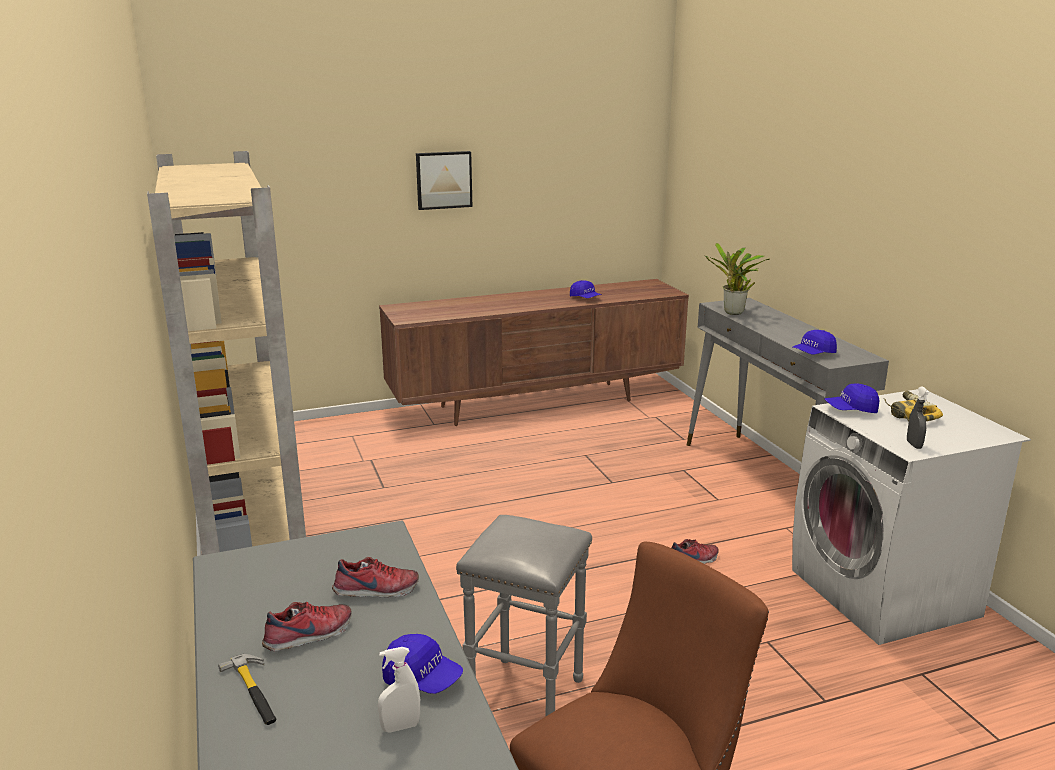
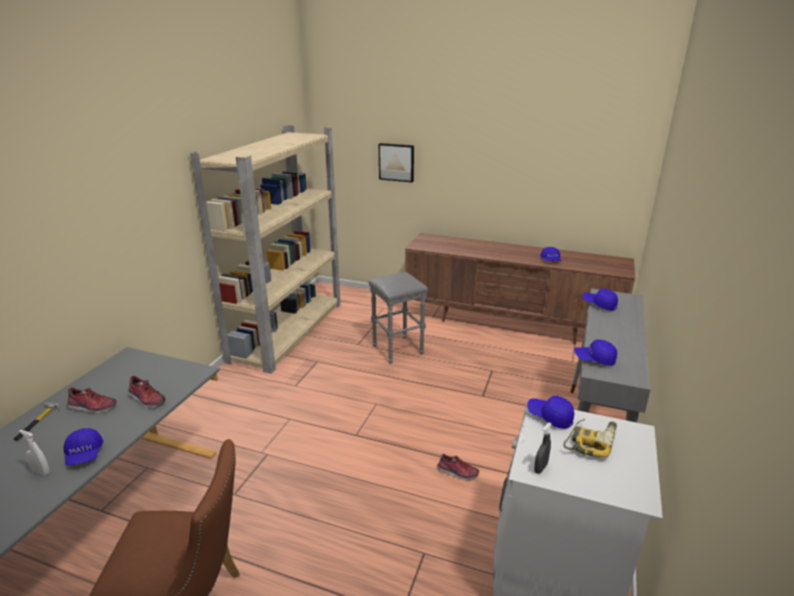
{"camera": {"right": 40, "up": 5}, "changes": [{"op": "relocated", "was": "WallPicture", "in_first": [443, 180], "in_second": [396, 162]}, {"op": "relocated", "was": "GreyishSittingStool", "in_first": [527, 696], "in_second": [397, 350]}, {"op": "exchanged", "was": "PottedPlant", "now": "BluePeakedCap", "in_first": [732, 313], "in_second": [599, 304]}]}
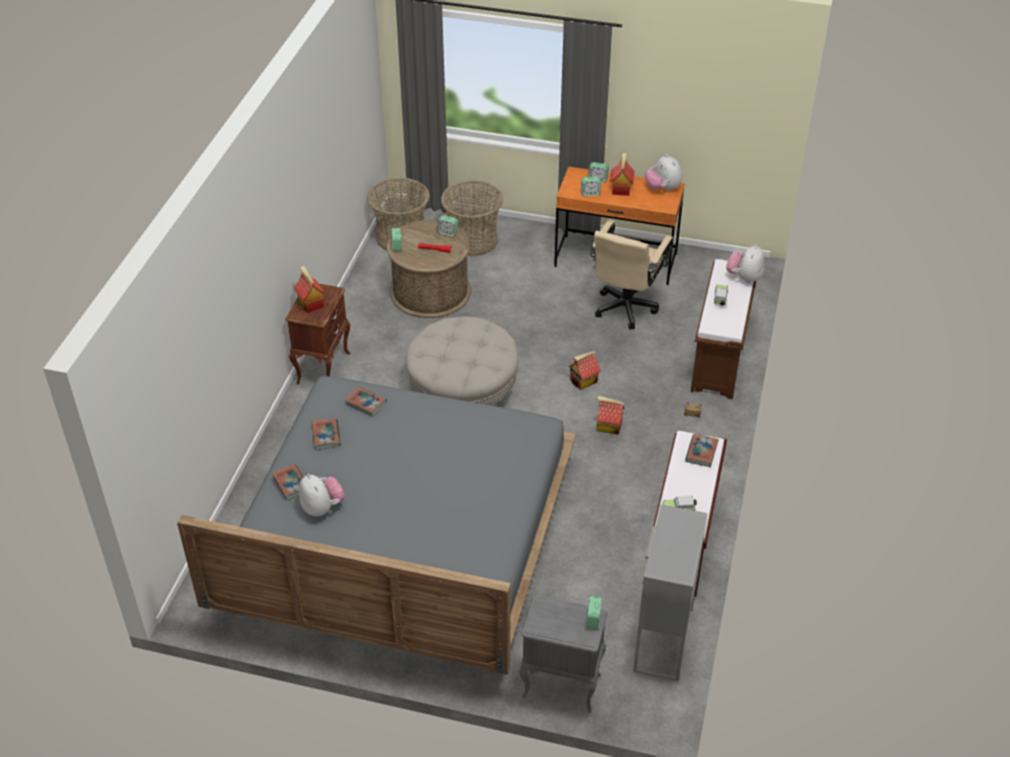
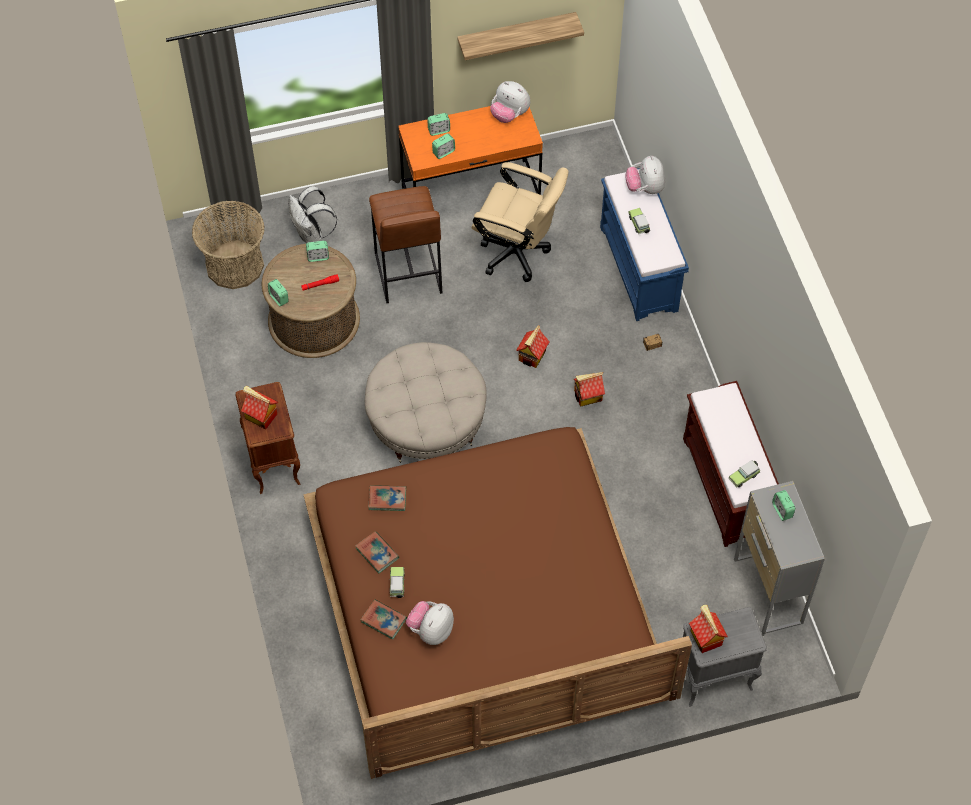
{"camera": {"right": -30, "up": 15}, "changes": [{"op": "colour", "was": "GreyishBedroomBed", "now": "BrownBedroomBed", "in_first": [402, 539], "in_second": [483, 610]}, {"op": "spun", "was": "CuddlyToy", "in_first": [322, 508], "in_second": [431, 630], "clockwise": -90}, {"op": "exchanged", "was": "StorageBasket", "now": "WhitishBackpack", "in_first": [473, 240], "in_second": [311, 235]}, {"op": "relocated", "was": "AlarmClock", "in_first": [593, 619], "in_second": [782, 510]}, {"op": "spun", "was": "BeigeColouredComputerChair", "in_first": [624, 311], "in_second": [519, 255], "clockwise": -60}, {"op": "relocated", "was": "MiniatureHouse", "in_first": [621, 188], "in_second": [705, 638]}, {"op": "missing", "was": "Book", "in_first": [701, 452]}, {"op": "colour", "was": "BrownIndoorBench", "now": "BlueIndoorBench", "in_first": [720, 358], "in_second": [639, 269]}, {"op": "appeared", "now": "BrownSittingStool", "in_second": [408, 274]}, {"op": "appeared", "now": "MiniatureCar", "in_second": [397, 585]}, {"op": "appeared", "now": "Shelf", "in_second": [516, 34]}]}
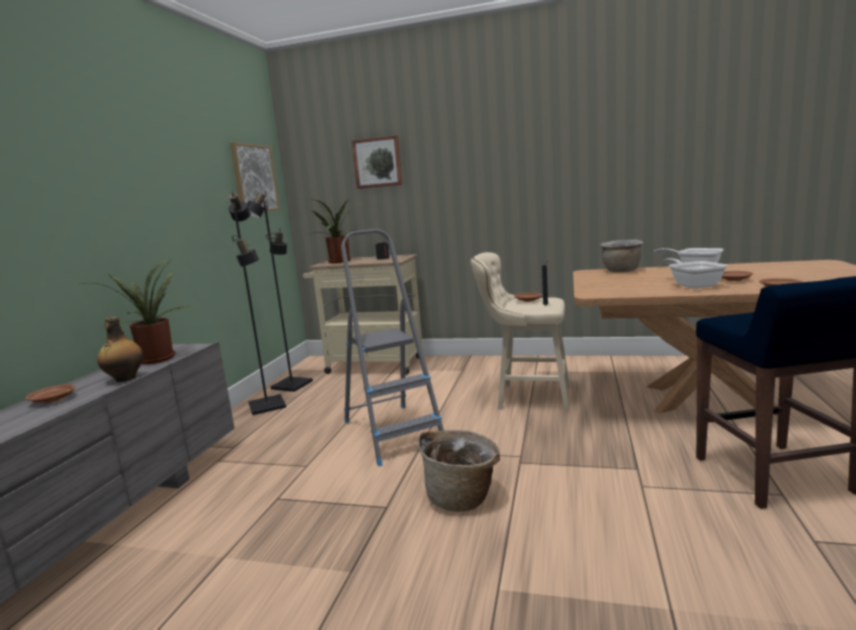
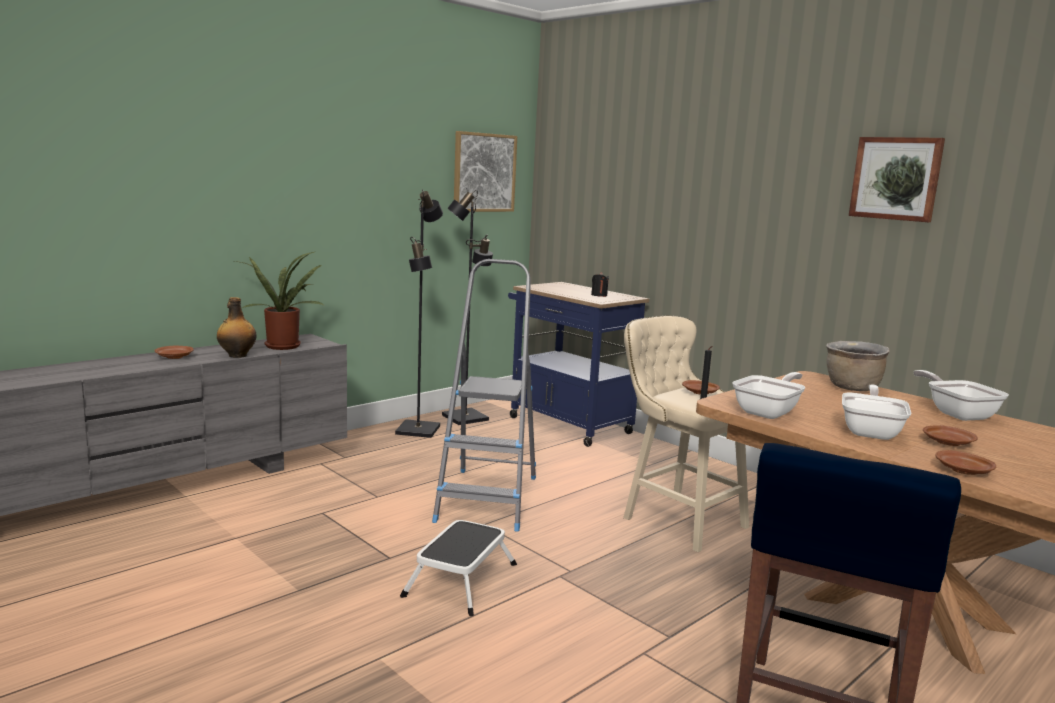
{"camera": {"right": 30, "up": 0}, "changes": [{"op": "colour", "was": "BeigeColouredWheeledCart", "now": "BlueWheeledCart", "in_first": [372, 365], "in_second": [567, 424]}, {"op": "missing", "was": "PottedPlant", "in_first": [339, 262]}, {"op": "relocated", "was": "WallPicture", "in_first": [378, 162], "in_second": [896, 178]}, {"op": "exchanged", "was": "StorageBasket", "now": "BlackStepladder", "in_first": [462, 497], "in_second": [460, 579]}, {"op": "appeared", "now": "FryingPan", "in_second": [769, 412]}]}
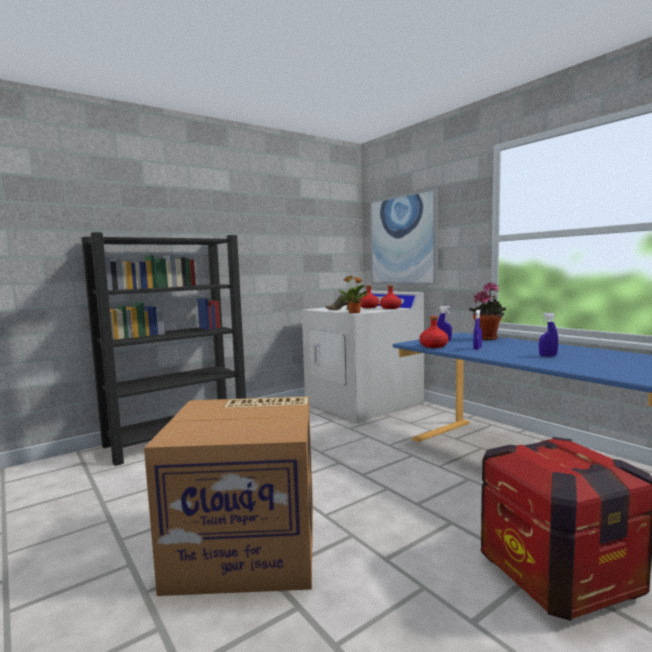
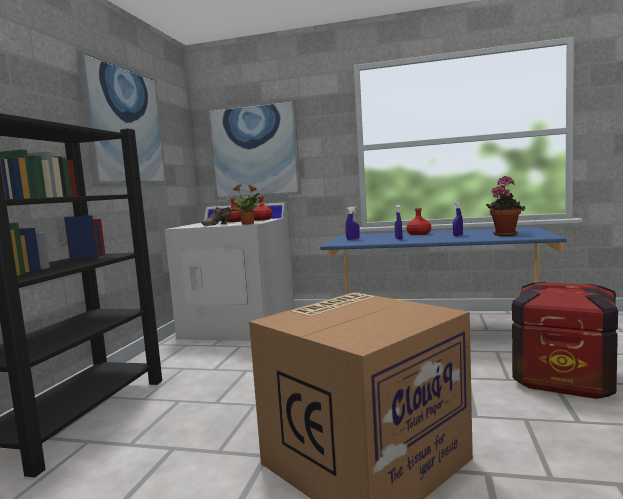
{"camera": {"right": -40, "up": 0}, "changes": [{"op": "relocated", "was": "ReddishBottle", "in_first": [433, 346], "in_second": [418, 234]}, {"op": "relocated", "was": "PottedPlant", "in_first": [488, 338], "in_second": [505, 234]}, {"op": "appeared", "now": "WallPicture", "in_second": [125, 126]}]}
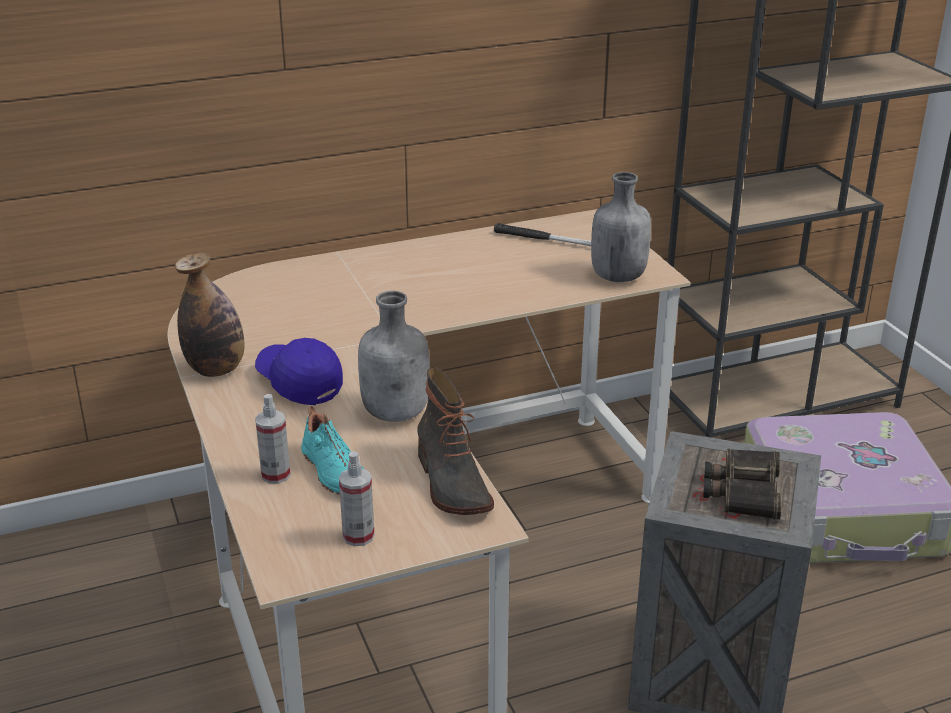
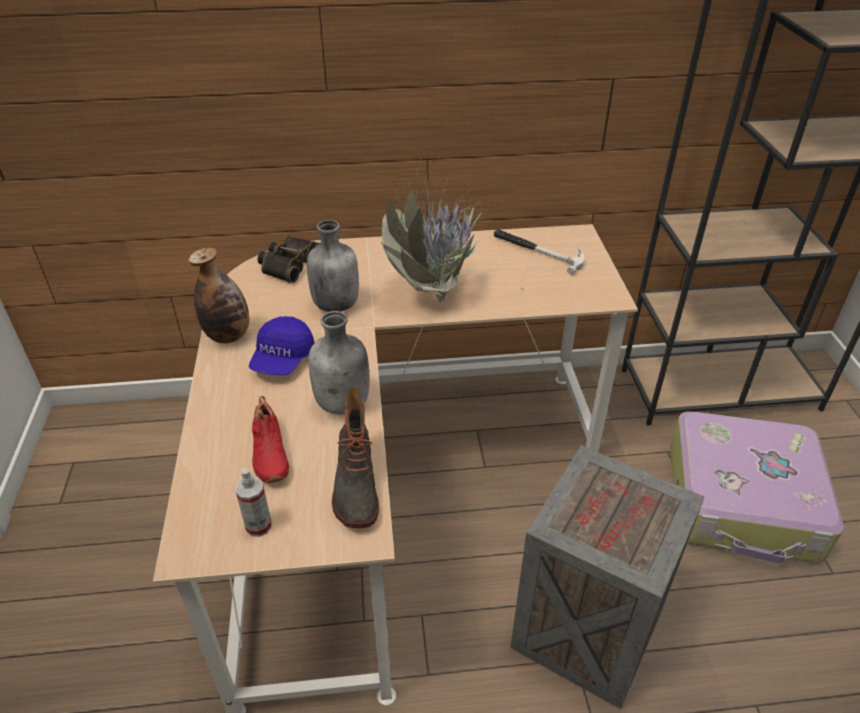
{"camera": {"right": 15, "up": 10}, "changes": [{"op": "spun", "was": "BluePeakedCap", "in_first": [299, 383], "in_second": [282, 359], "clockwise": -135}, {"op": "missing", "was": "Sprayer", "in_first": [275, 475]}, {"op": "colour", "was": "BlueGreenItemOfFootwear", "now": "ReddishItemOfFootwear", "in_first": [332, 472], "in_second": [268, 454]}, {"op": "relocated", "was": "GreyishBottle", "in_first": [617, 276], "in_second": [336, 304]}, {"op": "relocated", "was": "Binoculars", "in_first": [742, 491], "in_second": [289, 264]}, {"op": "appeared", "now": "PottedPlant", "in_second": [435, 294]}]}
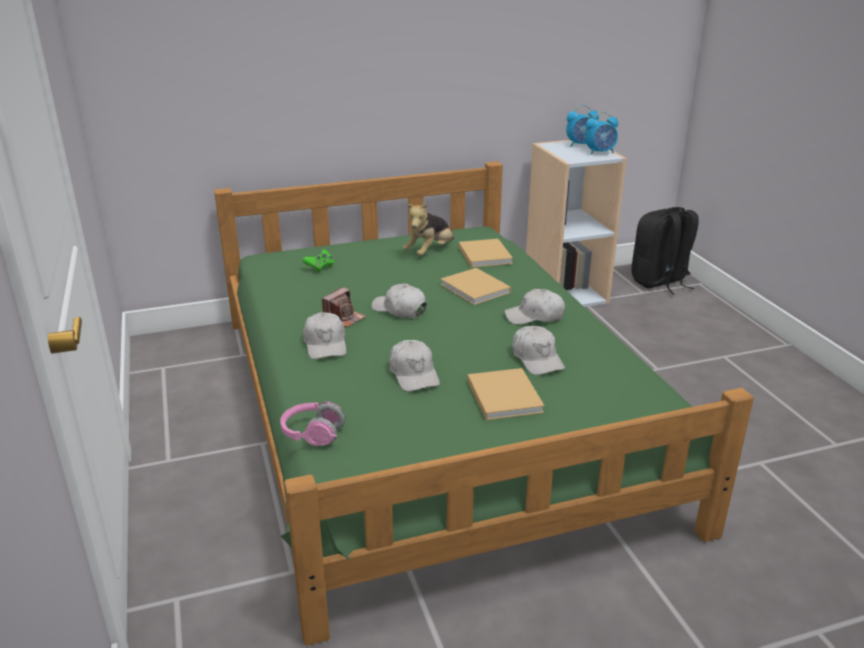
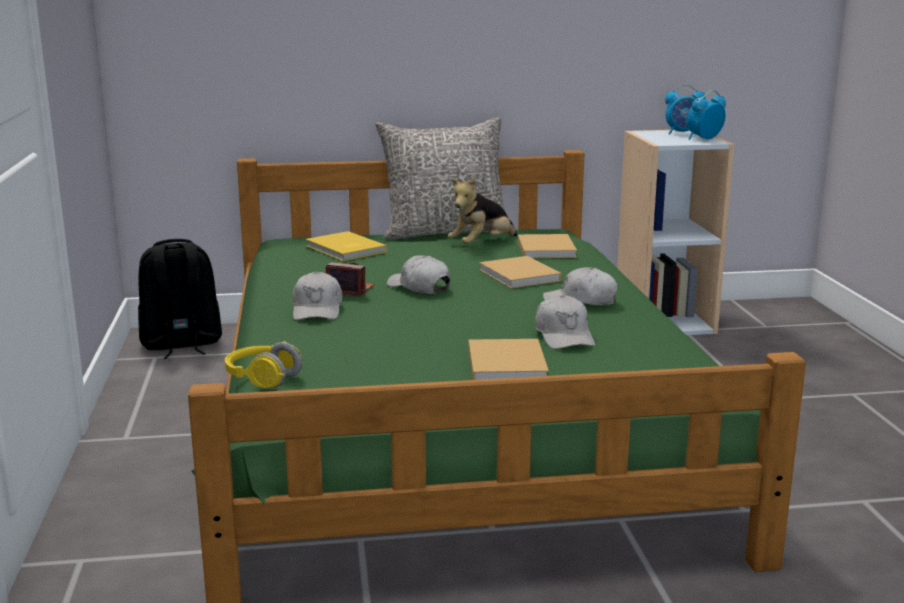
{"camera": {"right": 10, "up": -10}, "changes": [{"op": "colour", "was": "PinkishHeadphones", "now": "YellowColouredHeadphones", "in_first": [313, 434], "in_second": [263, 379]}, {"op": "exchanged", "was": "GreenColouredGameController", "now": "YellowColouredBook", "in_first": [320, 267], "in_second": [344, 249]}, {"op": "spun", "was": "PhotoCamera", "in_first": [344, 318], "in_second": [350, 290], "clockwise": -120}, {"op": "missing", "was": "WhitishPeakedCap", "in_first": [414, 374]}, {"op": "spun", "was": "AlarmClock", "in_first": [600, 153], "in_second": [703, 139], "clockwise": 150}, {"op": "relocated", "was": "BlackBackpack", "in_first": [660, 282], "in_second": [181, 345]}, {"op": "appeared", "now": "GreyishPillow", "in_second": [445, 231]}]}
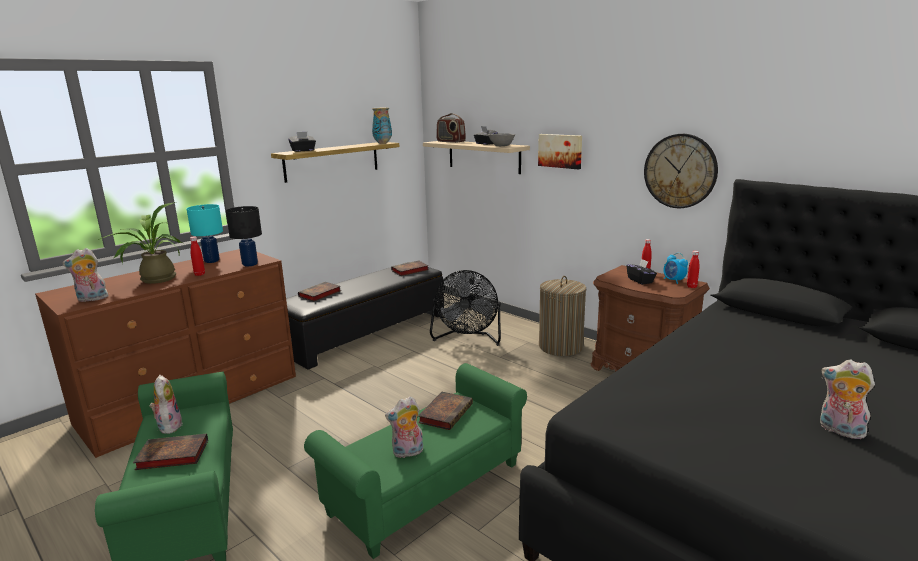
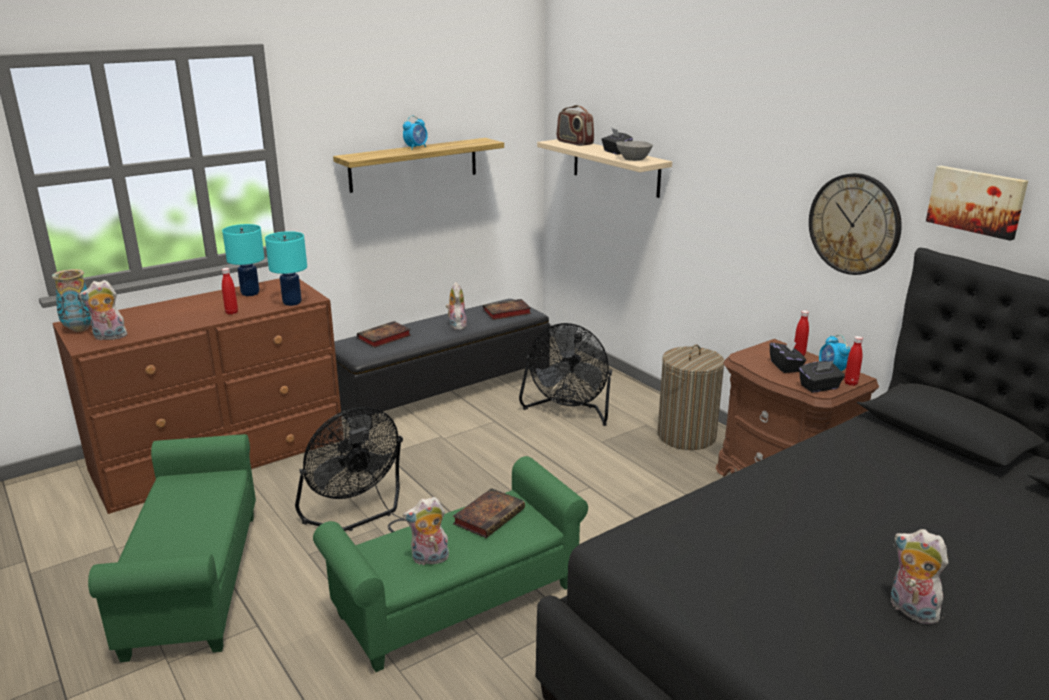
{"camera": {"right": 10, "up": 5}, "changes": [{"op": "missing", "was": "PottedPlant", "in_first": [153, 280]}, {"op": "missing", "was": "Book", "in_first": [170, 455]}, {"op": "relocated", "was": "CuddlyToy", "in_first": [168, 426], "in_second": [456, 325]}, {"op": "colour", "was": "BlackLampForATable", "now": "BlueGreenLampForATable", "in_first": [249, 265], "in_second": [291, 303]}, {"op": "relocated", "was": "BlackTissueHolder", "in_first": [303, 150], "in_second": [819, 387]}, {"op": "relocated", "was": "DecorativeVase", "in_first": [383, 143], "in_second": [80, 329]}, {"op": "relocated", "was": "WallPicture", "in_first": [560, 151], "in_second": [976, 201]}, {"op": "appeared", "now": "BlackElectricFan", "in_second": [366, 513]}, {"op": "appeared", "now": "AlarmClock", "in_second": [416, 147]}]}
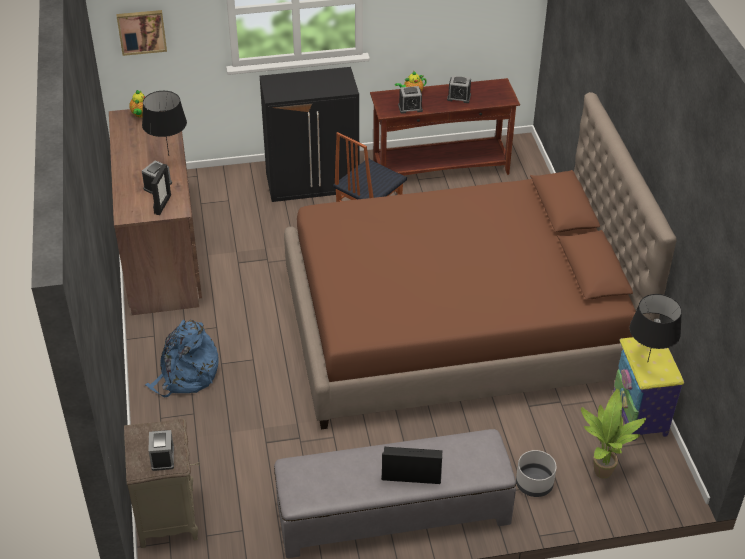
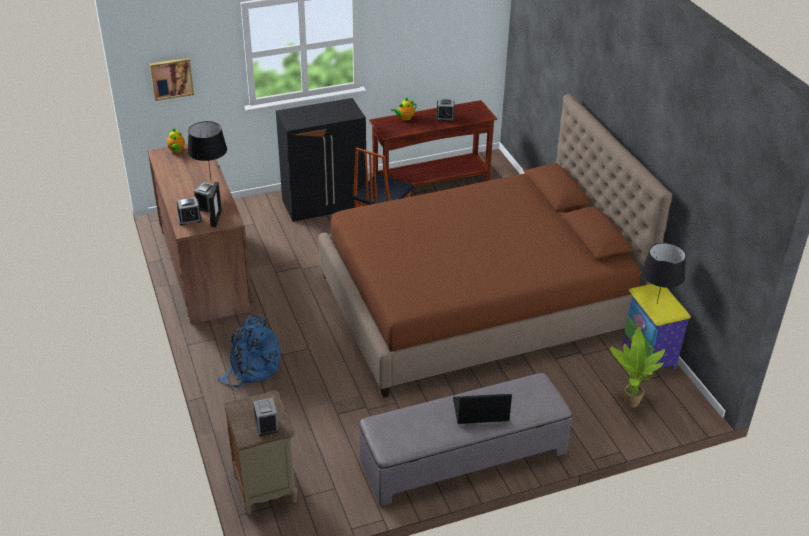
{"camera": {"right": -10, "up": -5}, "changes": [{"op": "relocated", "was": "AlarmClock", "in_first": [410, 108], "in_second": [190, 219]}, {"op": "missing", "was": "GreyishPlanter", "in_first": [534, 484]}]}
